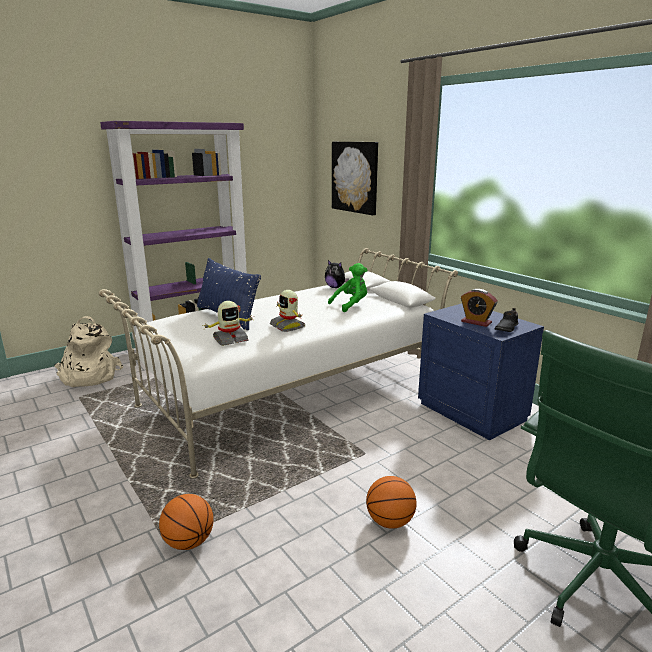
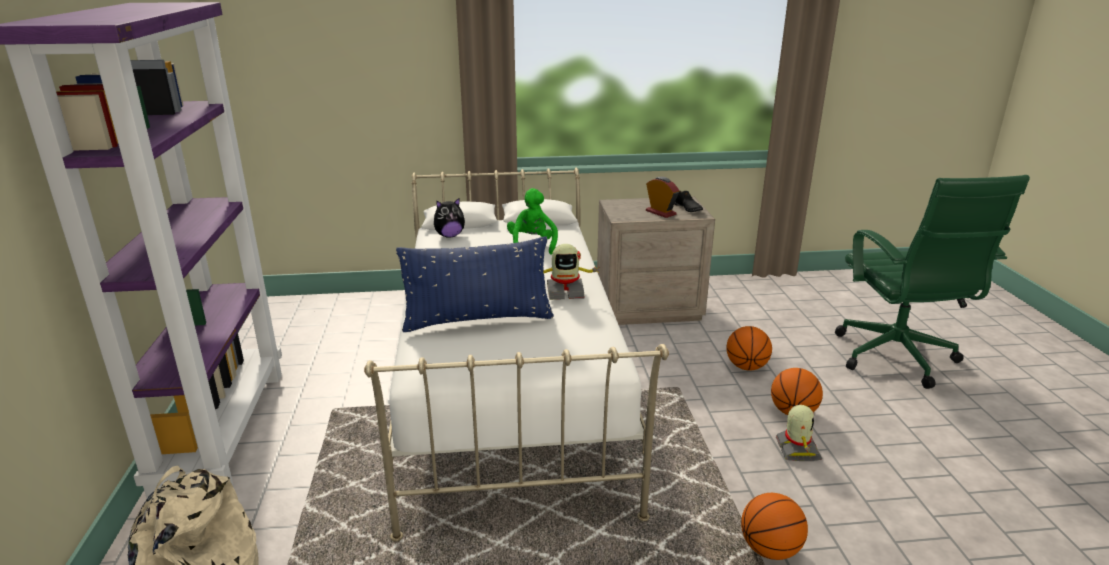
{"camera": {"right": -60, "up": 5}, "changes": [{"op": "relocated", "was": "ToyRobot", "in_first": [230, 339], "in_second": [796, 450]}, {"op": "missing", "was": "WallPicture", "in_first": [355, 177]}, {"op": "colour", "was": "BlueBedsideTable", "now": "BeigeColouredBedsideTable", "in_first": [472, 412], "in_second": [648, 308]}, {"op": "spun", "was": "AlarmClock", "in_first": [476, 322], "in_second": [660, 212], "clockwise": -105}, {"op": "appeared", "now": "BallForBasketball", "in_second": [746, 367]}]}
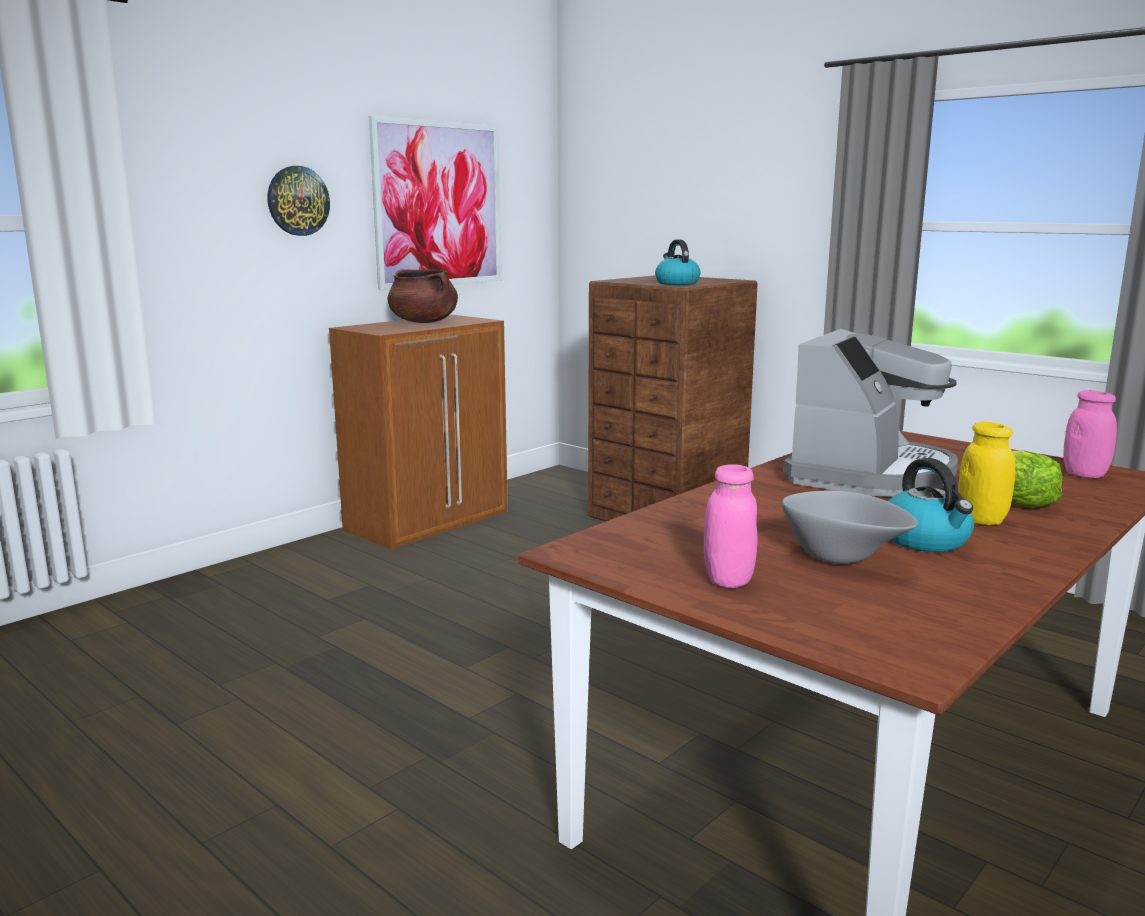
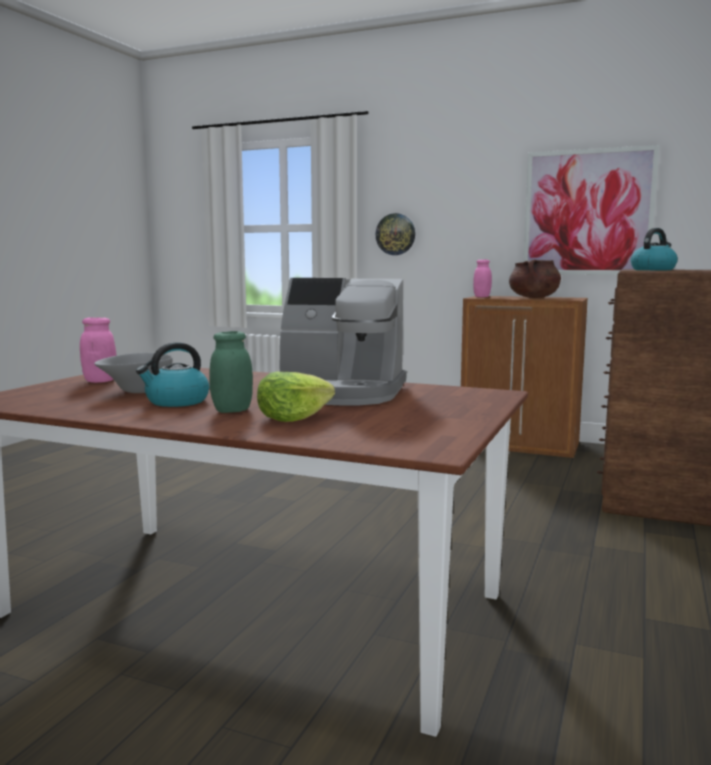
{"camera": {"right": 70, "up": -5}, "changes": [{"op": "relocated", "was": "WallClock", "in_first": [298, 201], "in_second": [395, 234]}, {"op": "colour", "was": "YellowColouredStorageJar", "now": "GreenColouredStorageJar", "in_first": [981, 520], "in_second": [232, 410]}, {"op": "relocated", "was": "PinkishStorageJar", "in_first": [1084, 474], "in_second": [482, 297]}]}
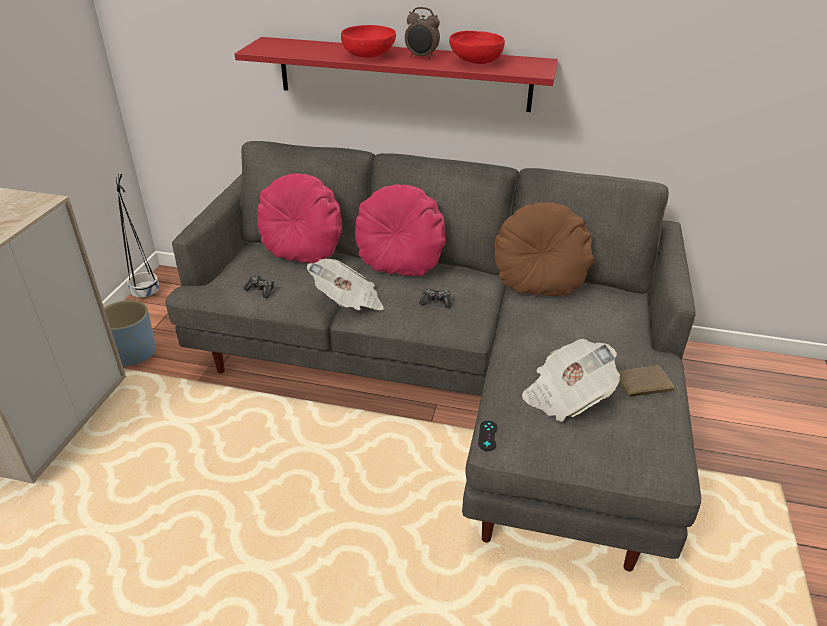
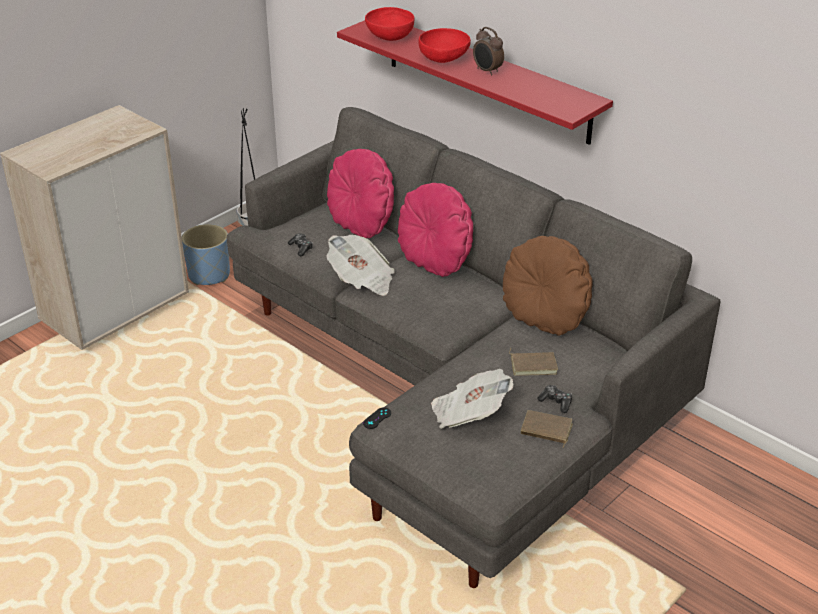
{"camera": {"right": 30, "up": 0}, "changes": [{"op": "relocated", "was": "GameController", "in_first": [436, 302], "in_second": [556, 402]}, {"op": "relocated", "was": "ReddishServingBowl", "in_first": [475, 61], "in_second": [389, 36]}, {"op": "appeared", "now": "BrownBook", "in_second": [533, 365]}]}
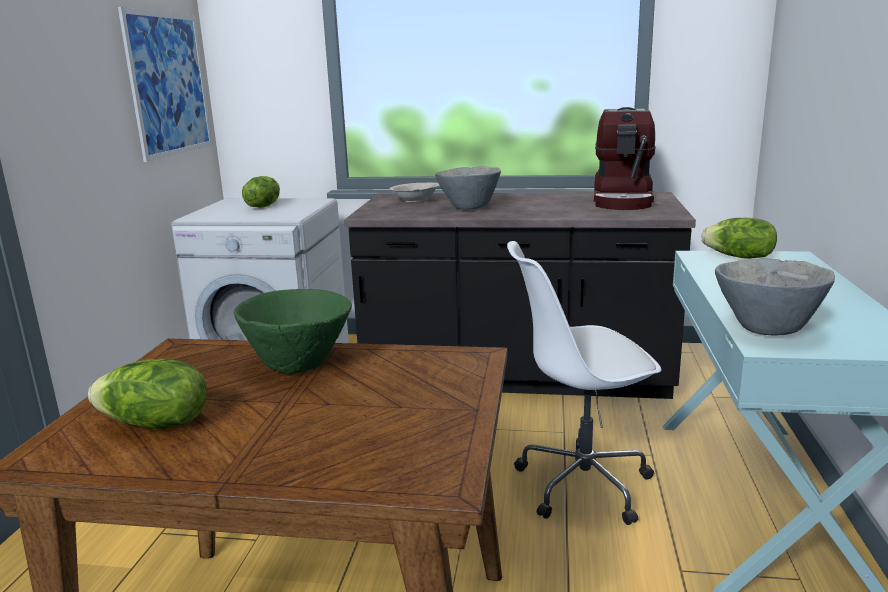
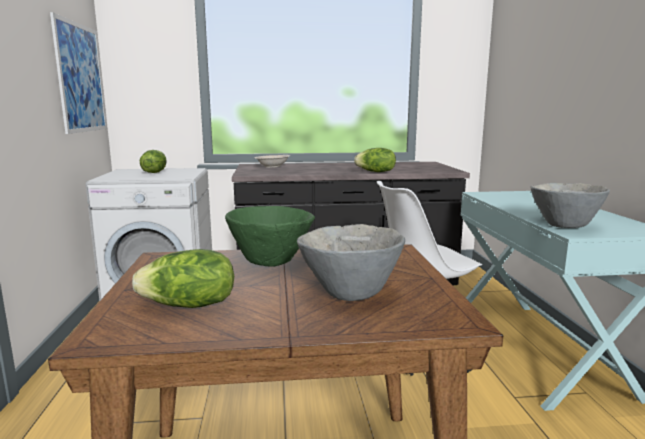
{"camera": {"right": -15, "up": -5}, "changes": [{"op": "relocated", "was": "GreyishServingBowl", "in_first": [468, 208], "in_second": [349, 293]}, {"op": "missing", "was": "CoffeeMachine", "in_first": [623, 200]}, {"op": "relocated", "was": "HeadOfLettuce", "in_first": [739, 257], "in_second": [376, 172]}]}
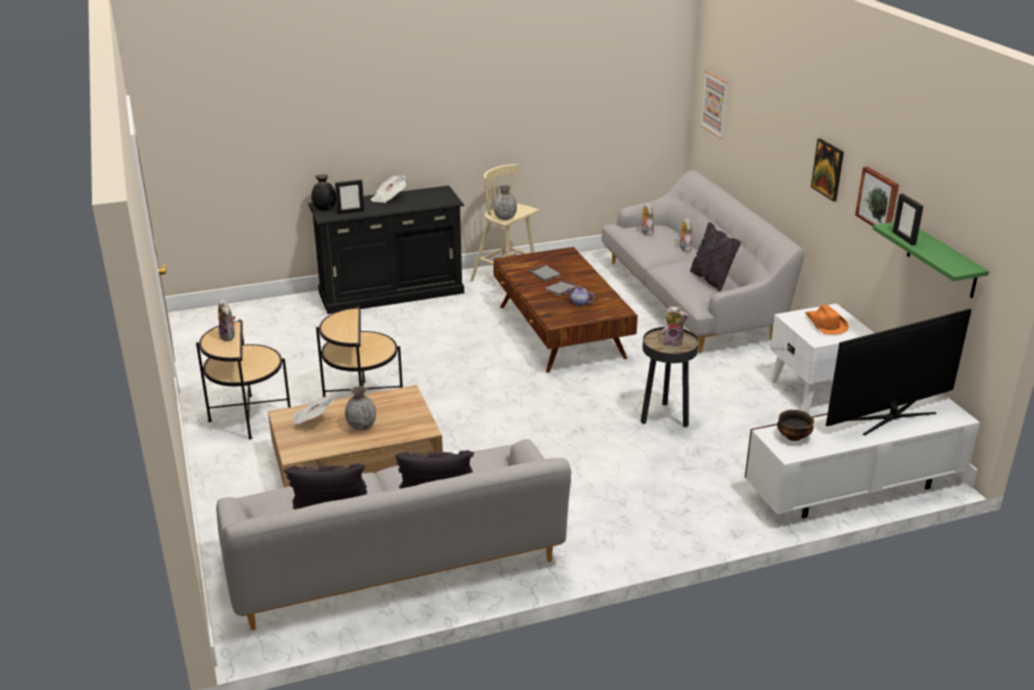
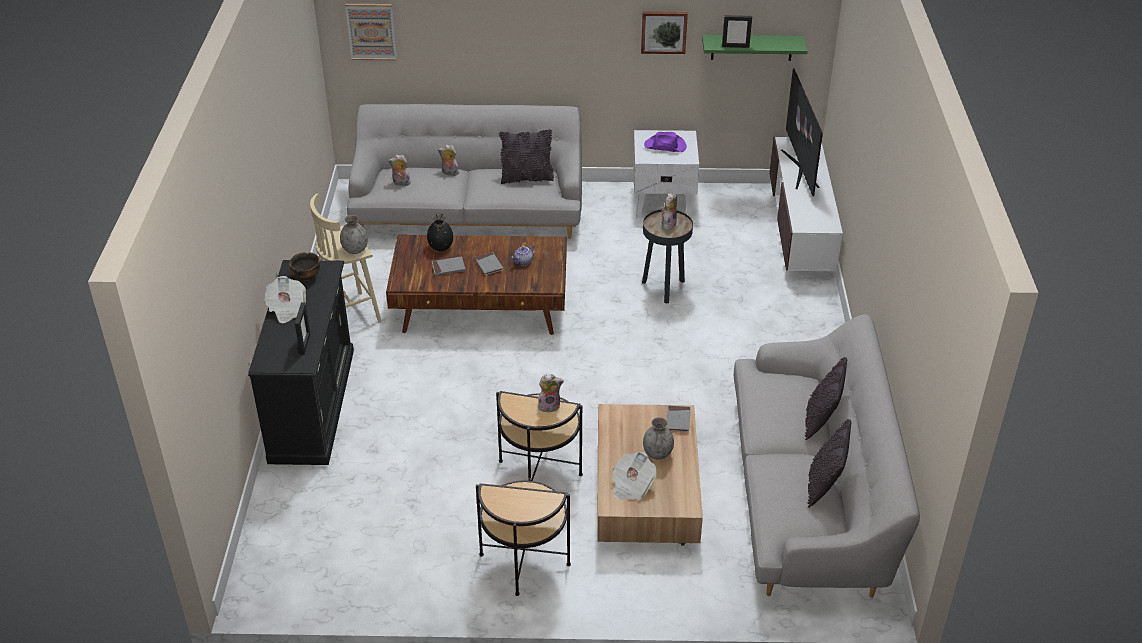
{"camera": {"right": -70, "up": 10}, "changes": [{"op": "relocated", "was": "CuddlyToy", "in_first": [229, 336], "in_second": [549, 406]}, {"op": "relocated", "was": "BlackDecorativeVase", "in_first": [324, 208], "in_second": [441, 247]}, {"op": "relocated", "was": "ServingBowl", "in_first": [793, 437], "in_second": [306, 276]}, {"op": "colour", "was": "OrangeyWearableHat", "now": "PurpleColouredWearableHat", "in_first": [825, 324], "in_second": [665, 146]}, {"op": "missing", "was": "WallPicture", "in_first": [828, 169]}, {"op": "appeared", "now": "GreyishBook", "in_second": [678, 420]}]}
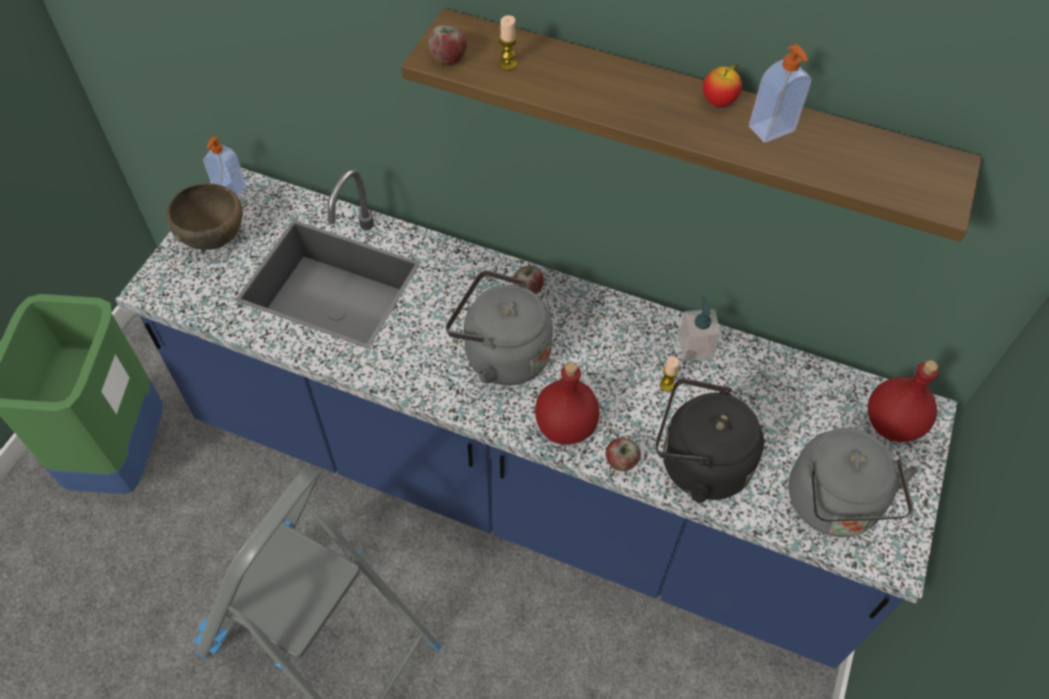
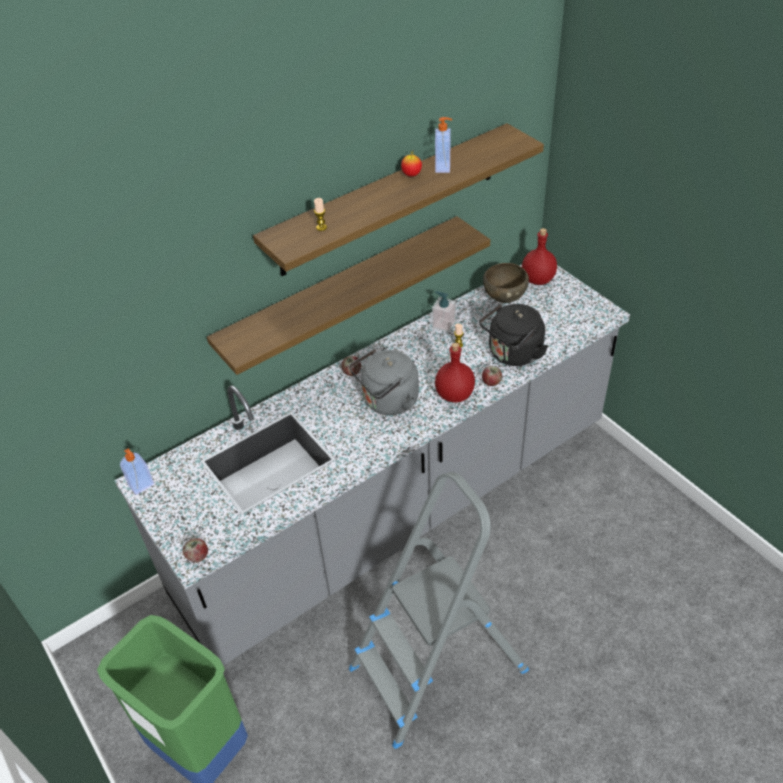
{"camera": {"right": -55, "up": -10}, "changes": [{"op": "colour", "was": "BlueKitchenCounter", "now": "GreyishKitchenCounter", "in_first": [521, 483], "in_second": [398, 509]}, {"op": "relocated", "was": "BrownServingBowl", "in_first": [215, 240], "in_second": [504, 299]}, {"op": "relocated", "was": "AppleFruit", "in_first": [448, 58], "in_second": [197, 556]}, {"op": "missing", "was": "GreyishTeaKettle", "in_first": [834, 506]}, {"op": "appeared", "now": "Shelf", "in_second": [342, 293]}]}
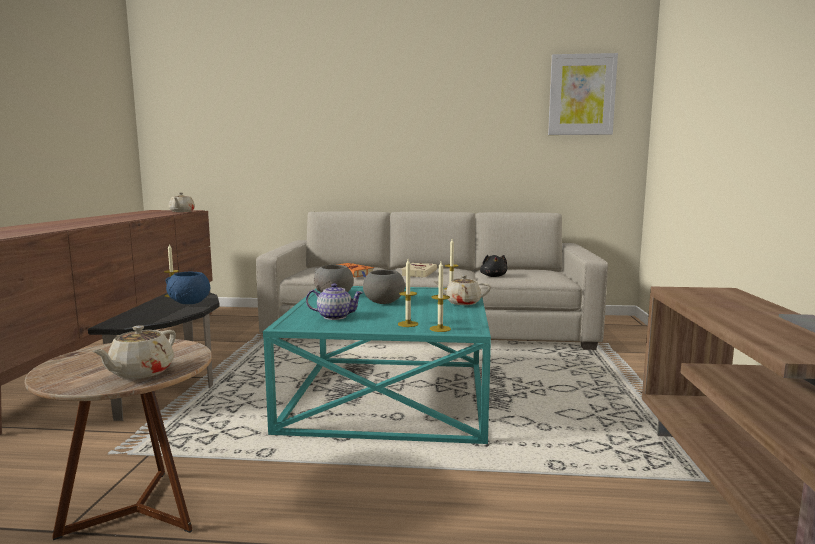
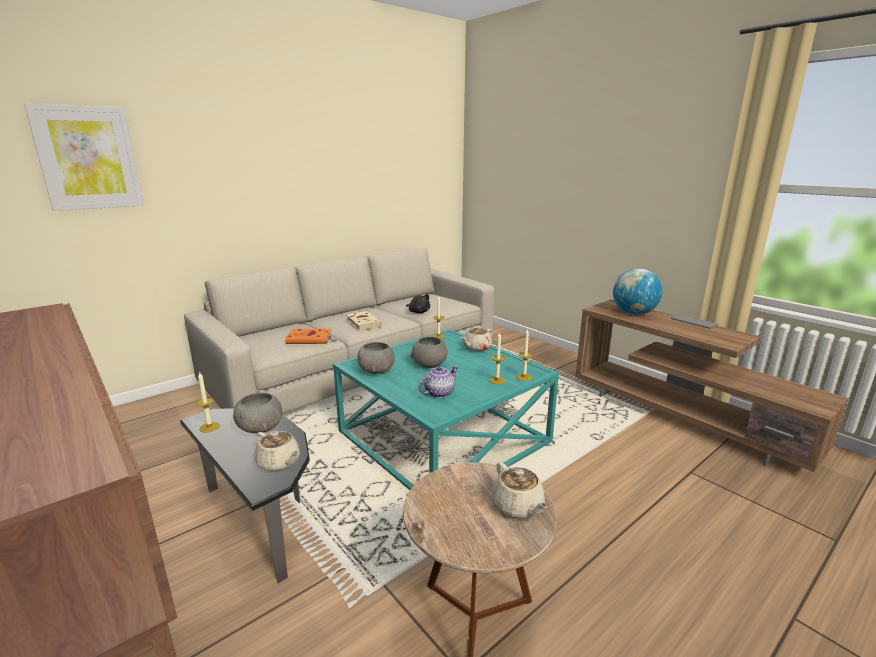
{"camera": {"right": -45, "up": 10}, "changes": [{"op": "colour", "was": "BlueServingBowl", "now": "GreyishServingBowl", "in_first": [190, 302], "in_second": [260, 428]}, {"op": "relocated", "was": "BeigeColouredTeapot", "in_first": [182, 211], "in_second": [279, 463]}, {"op": "relocated", "was": "WallPicture", "in_first": [581, 95], "in_second": [88, 158]}, {"op": "appeared", "now": "WorldGlobe", "in_second": [633, 313]}]}
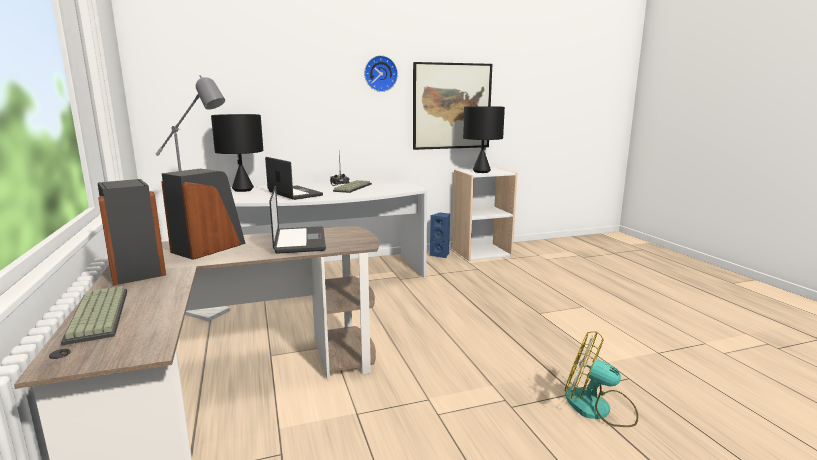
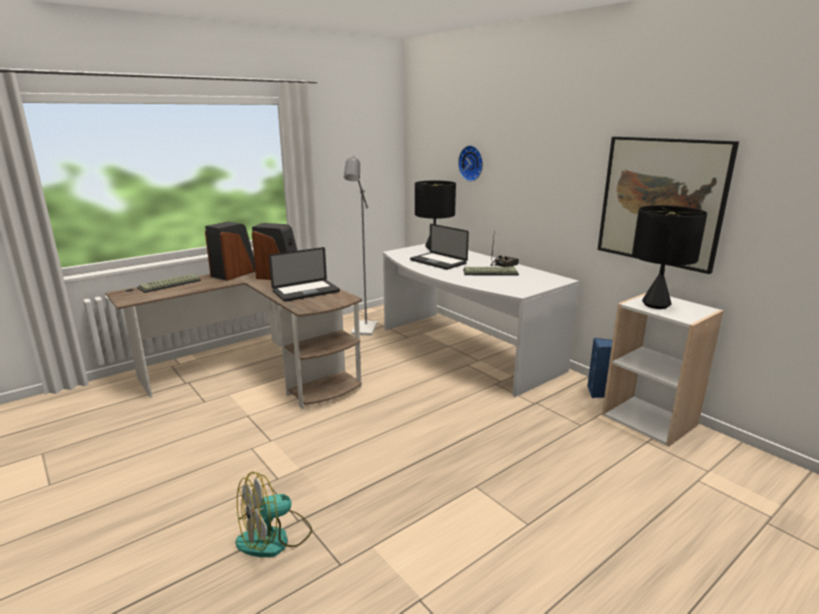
{"camera": {"right": 70, "up": 5}, "changes": [{"op": "spun", "was": "PortableComputer", "in_first": [294, 194], "in_second": [438, 262], "clockwise": 105}, {"op": "relocated", "was": "WallClock", "in_first": [380, 73], "in_second": [472, 163]}, {"op": "spun", "was": "ElectricFan", "in_first": [598, 408], "in_second": [274, 538], "clockwise": -135}]}
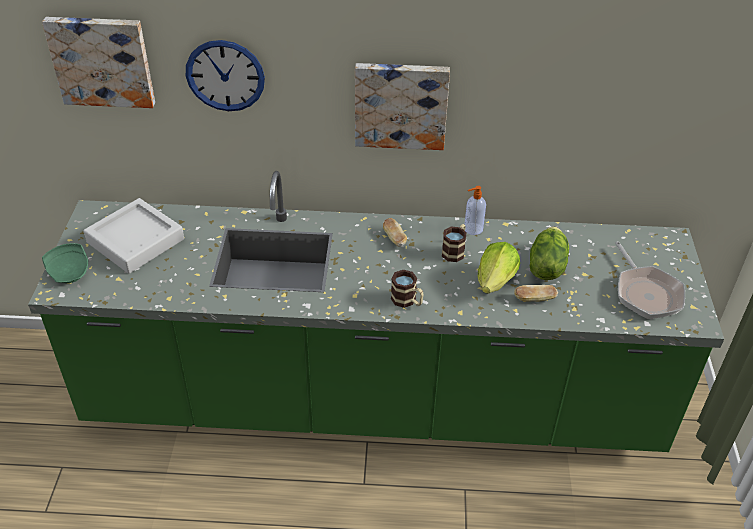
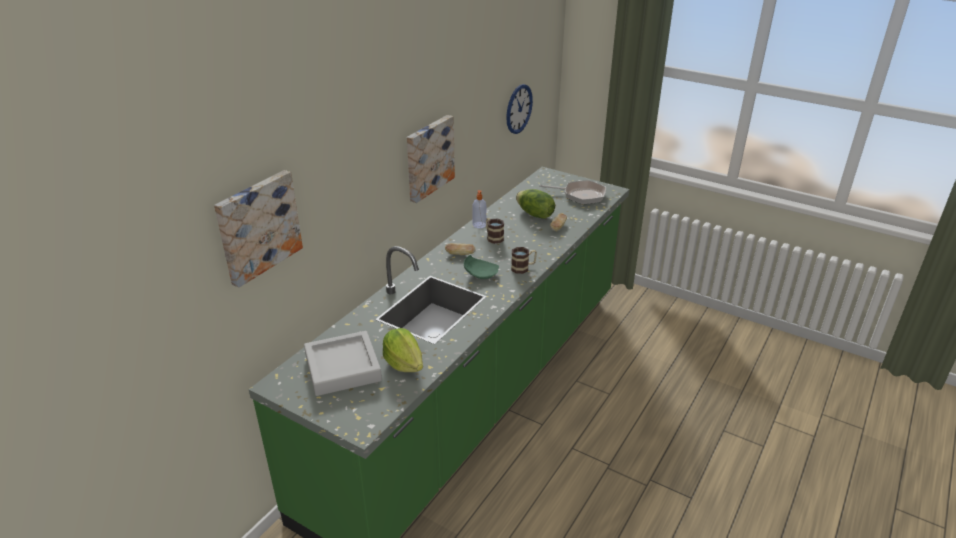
{"camera": {"right": -60, "up": -10}, "changes": [{"op": "relocated", "was": "GreenColouredPlate", "in_first": [70, 271], "in_second": [480, 273]}, {"op": "relocated", "was": "WallClock", "in_first": [225, 75], "in_second": [518, 109]}, {"op": "relocated", "was": "HeadOfLettuce", "in_first": [495, 281], "in_second": [404, 363]}]}
